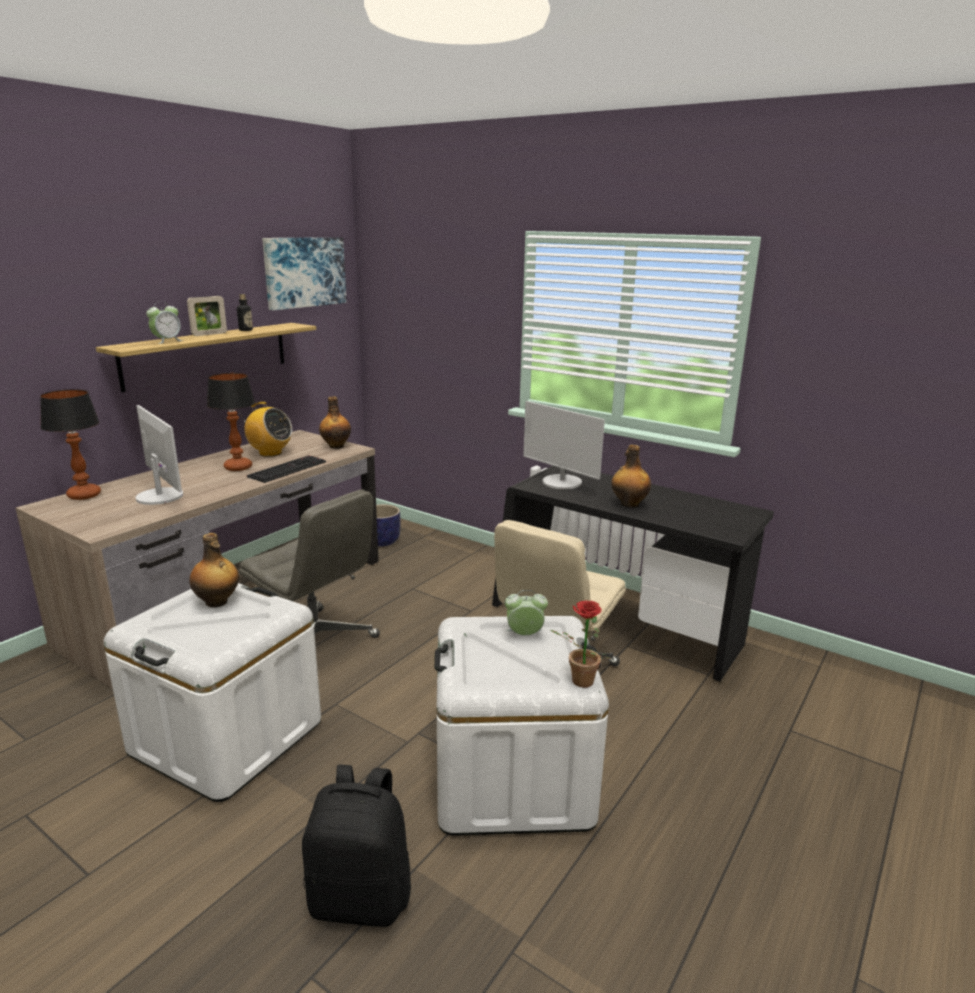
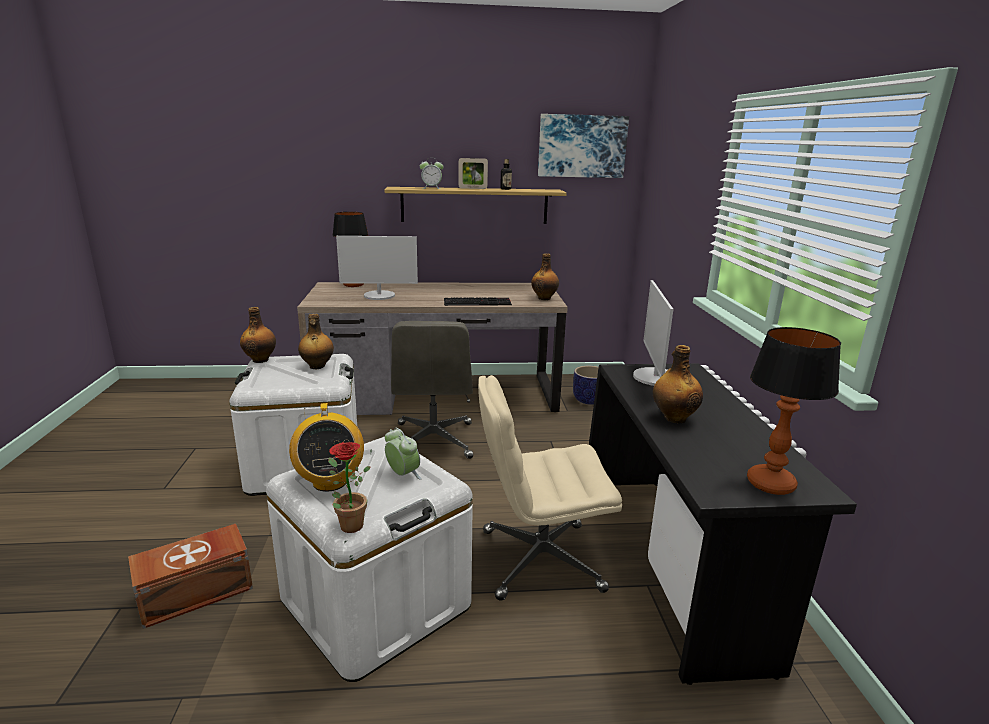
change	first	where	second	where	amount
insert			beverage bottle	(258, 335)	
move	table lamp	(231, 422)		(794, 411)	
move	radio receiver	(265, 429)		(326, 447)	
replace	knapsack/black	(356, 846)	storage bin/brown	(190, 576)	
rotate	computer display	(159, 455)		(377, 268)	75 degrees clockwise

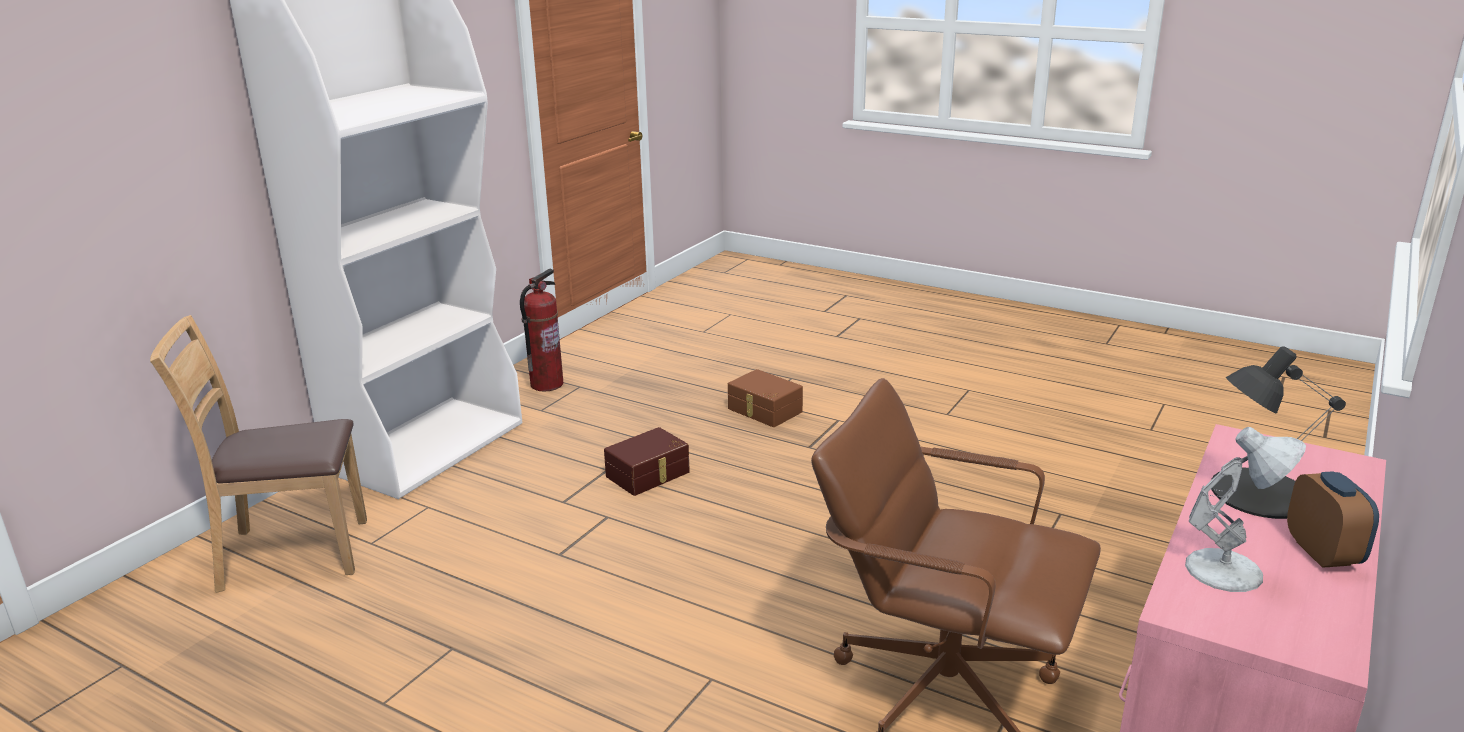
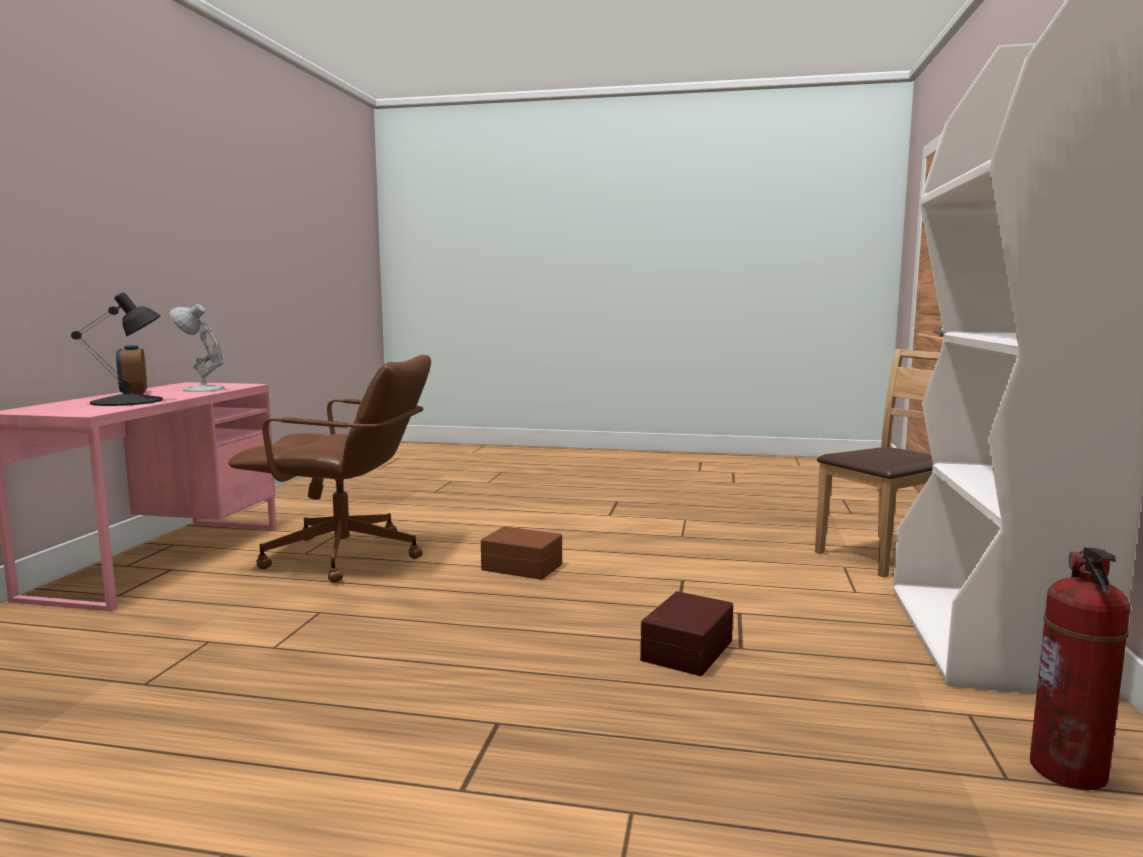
change	first	where	second	where	amount
move	storage bin/brown	(765, 398)		(521, 553)	

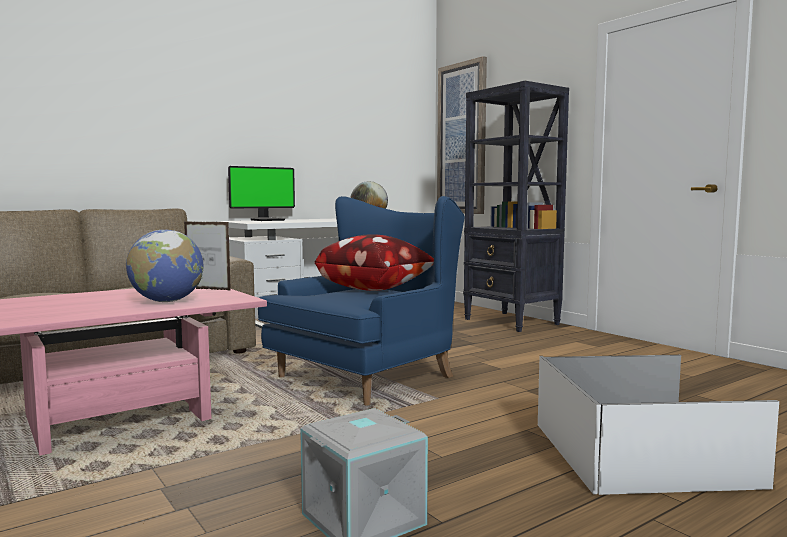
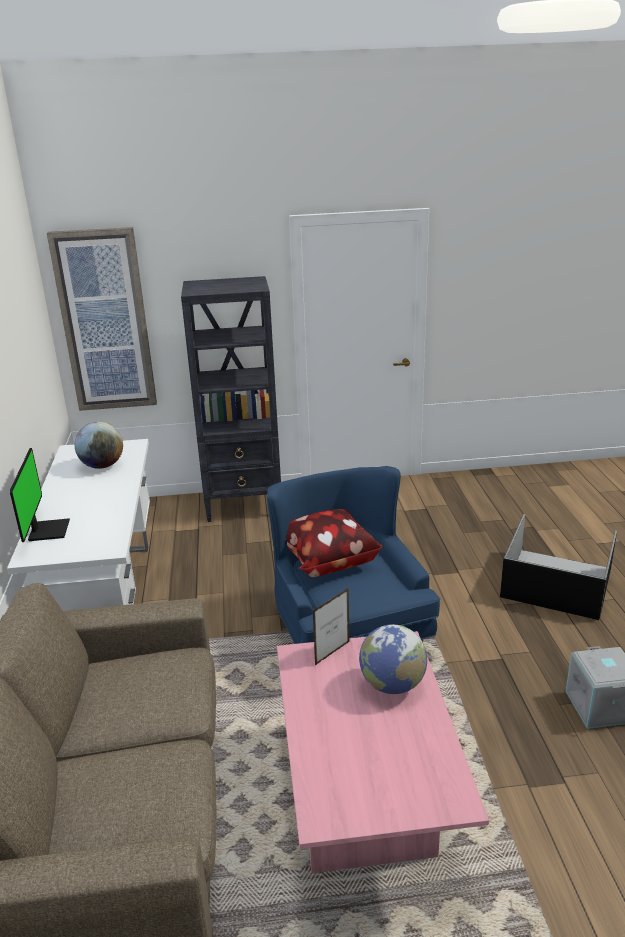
change	first	where	second	where	amount
recolor	storage bin/whitish	(658, 425)	storage bin/black	(558, 567)	

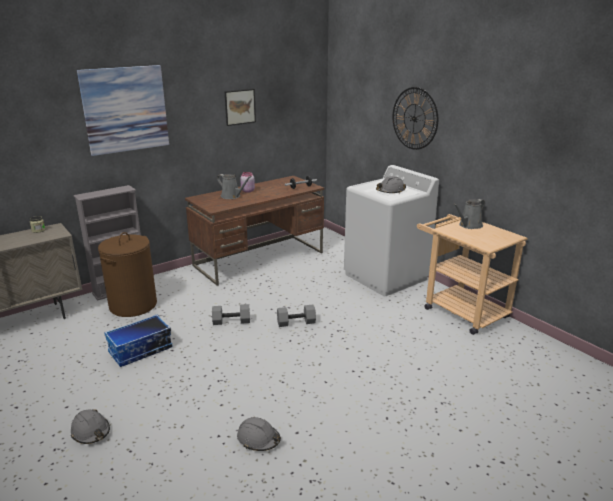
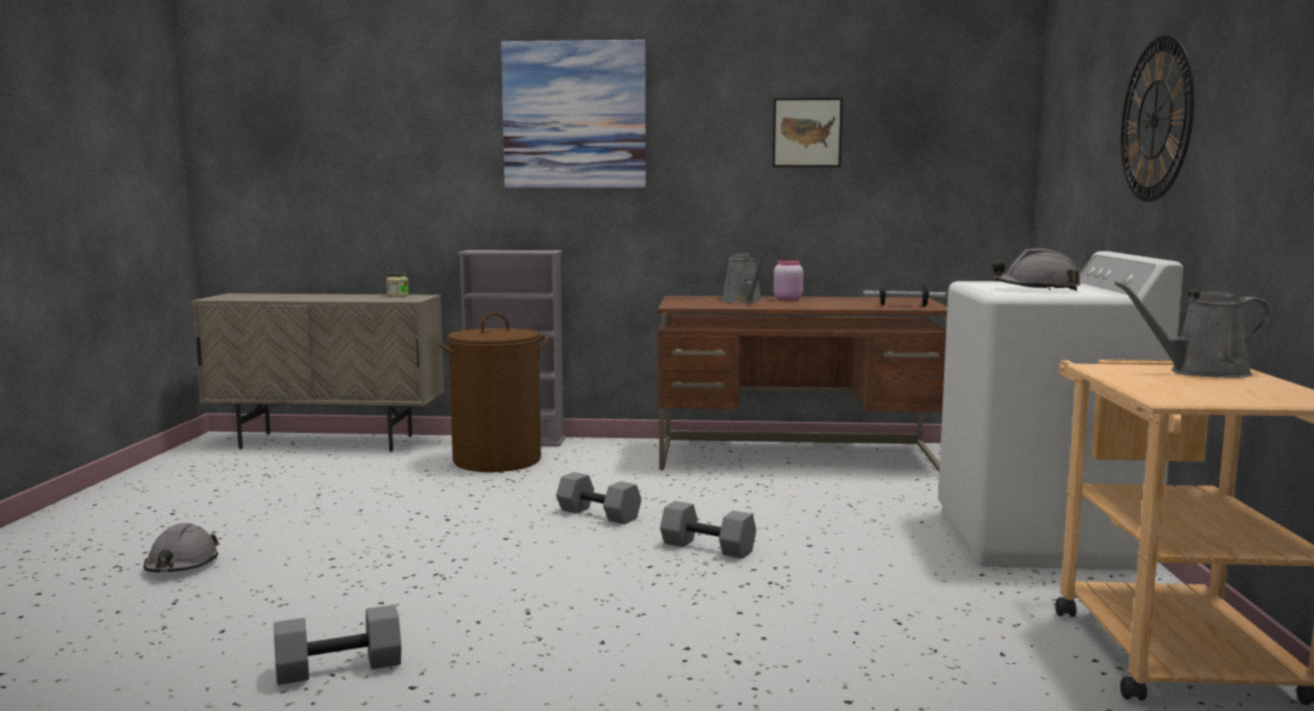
change	first	where	second	where	amount
delete	storage bin	(138, 341)			
replace	safety helmet/grey	(259, 434)	free weight/grey	(337, 645)	

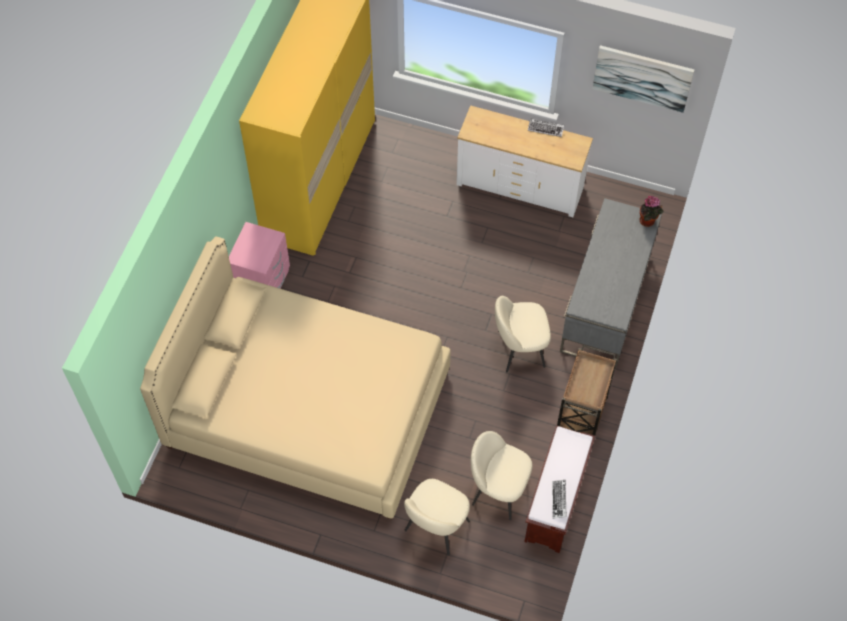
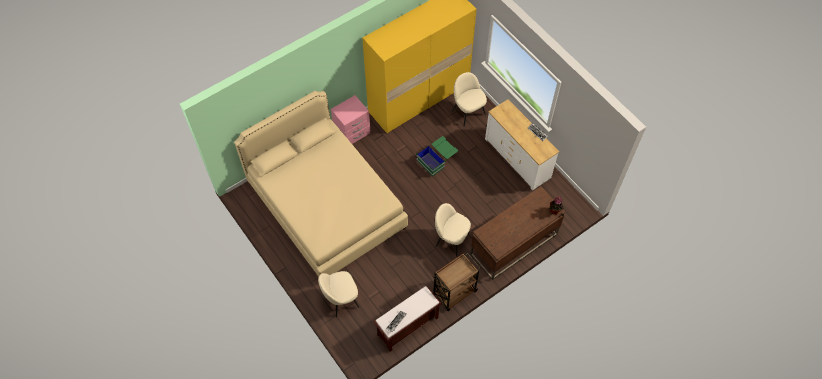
change	first	where	second	where	amount
delete	wall picture	(644, 79)			
insert			storage bin/greenish	(437, 156)	
move	upright chair/beige-coloured	(501, 475)		(469, 99)	
recolor	desk unit/grey	(611, 283)	desk unit/brown	(517, 233)	

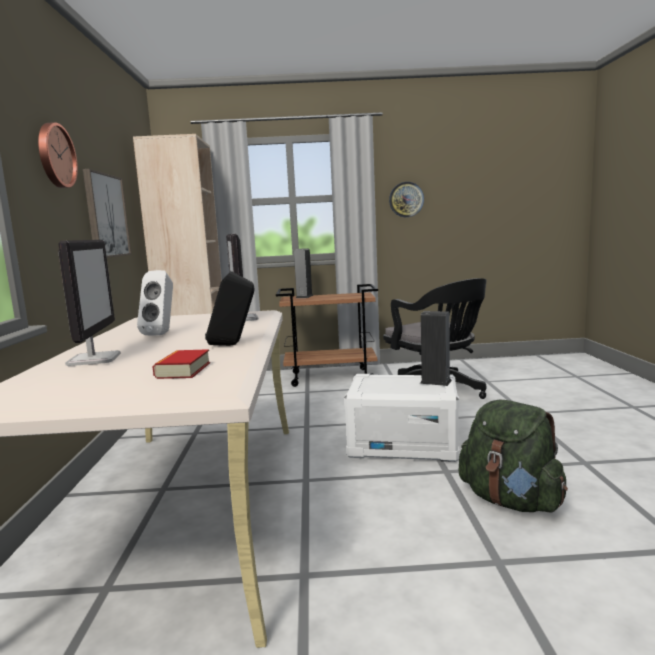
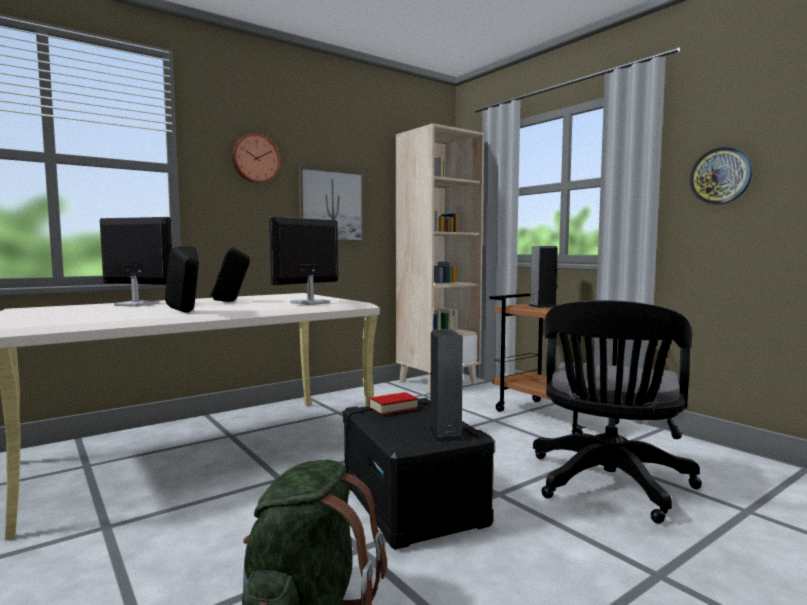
change	first	where	second	where	amount
move	book	(181, 364)		(393, 403)	
recolor	loudspeaker/whitish	(155, 303)	loudspeaker/black	(230, 274)	
recolor	storage bin/whitish	(401, 418)	storage bin/black	(419, 474)	
rotate	computer display	(89, 303)		(136, 262)	120 degrees counterclockwise

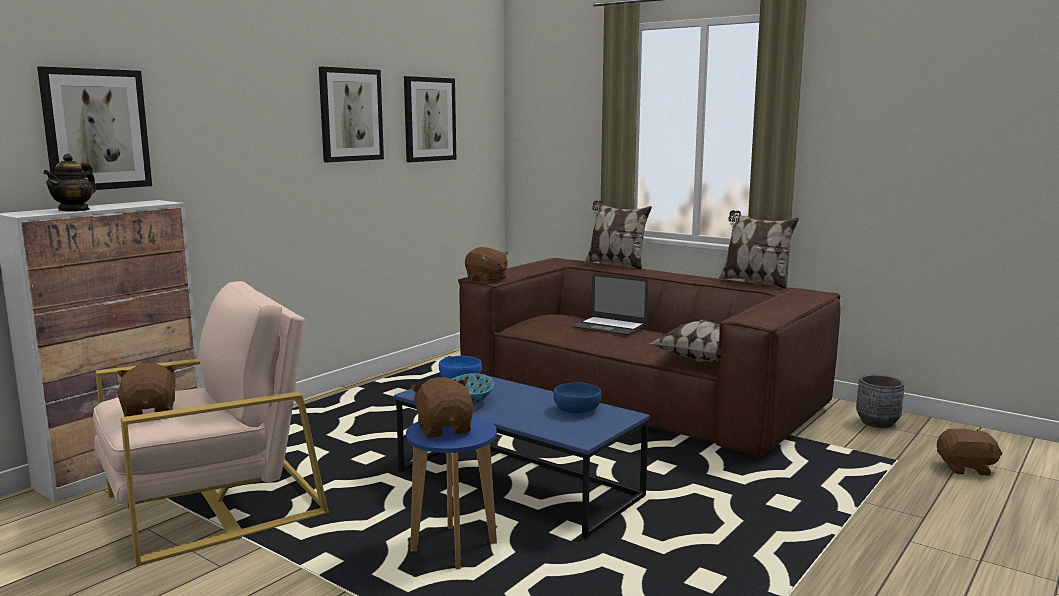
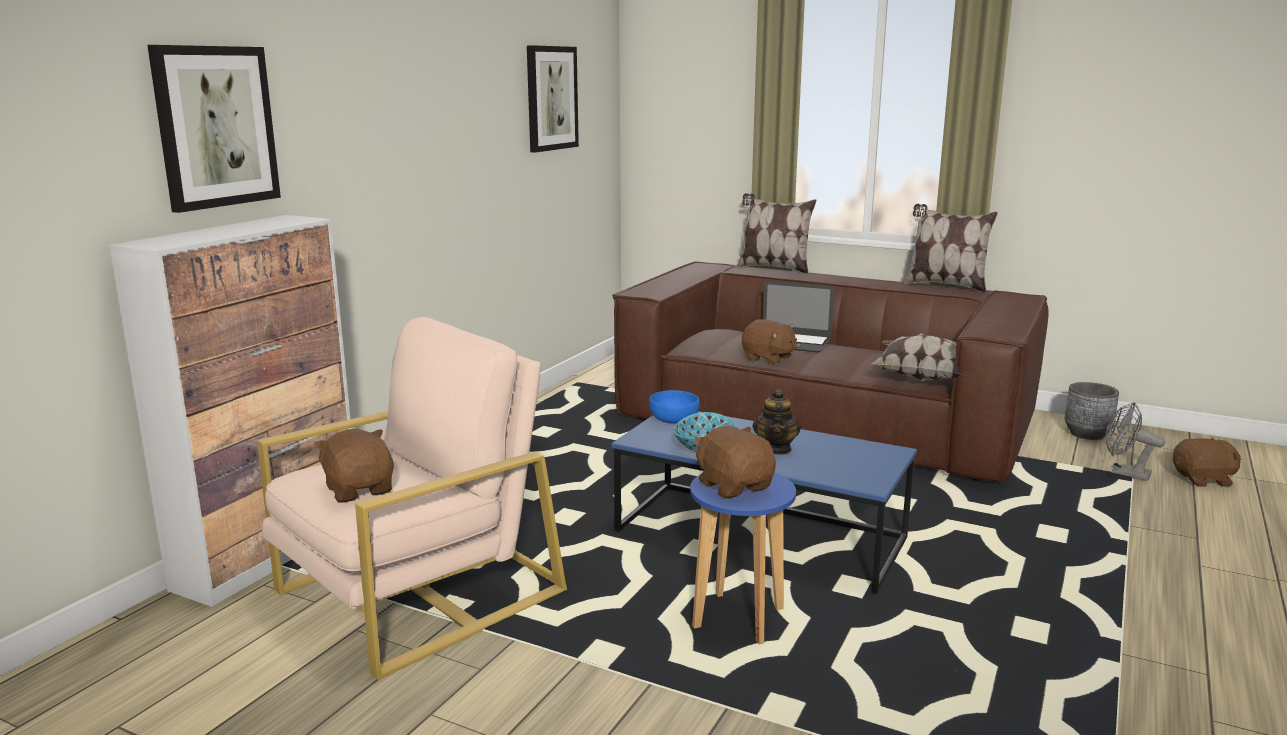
change	first	where	second	where	amount
delete	wall picture	(351, 114)			
delete	deep dish/blue	(577, 397)			
insert			cooling fan/grey	(1135, 441)	
move	teapot	(69, 182)		(776, 422)	
move	soft toy/brown	(486, 265)		(770, 342)	

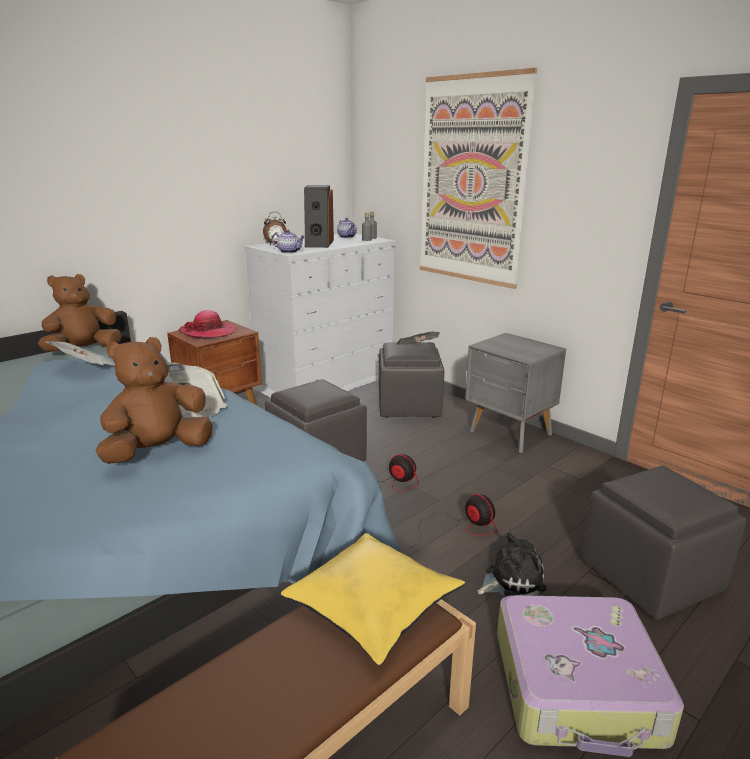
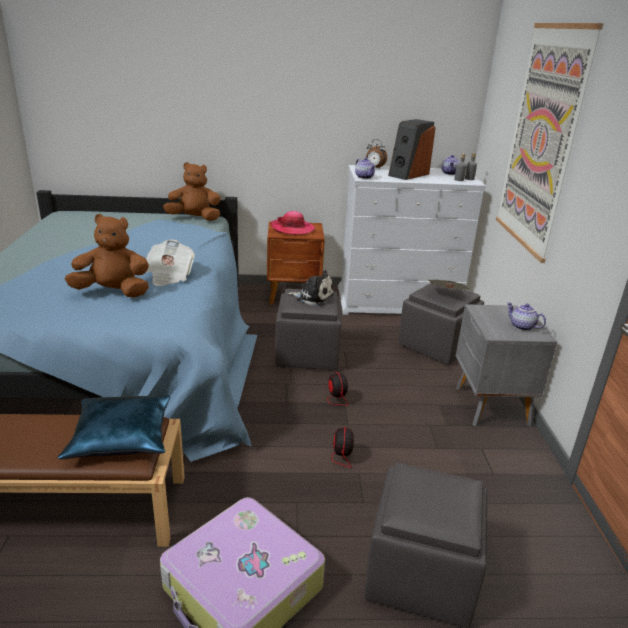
change	first	where	second	where	amount
delete	newspaper	(80, 353)			
insert			teapot	(526, 316)	
move	soft toy	(512, 565)		(311, 288)	
recolor	pillow/yellowish	(373, 599)	pillow/blue	(114, 427)	

